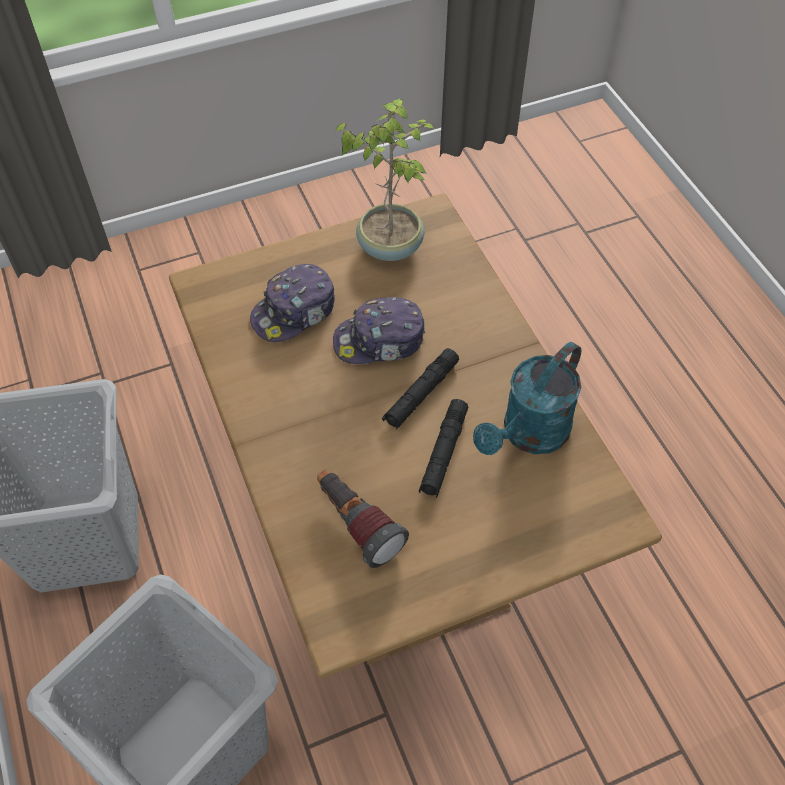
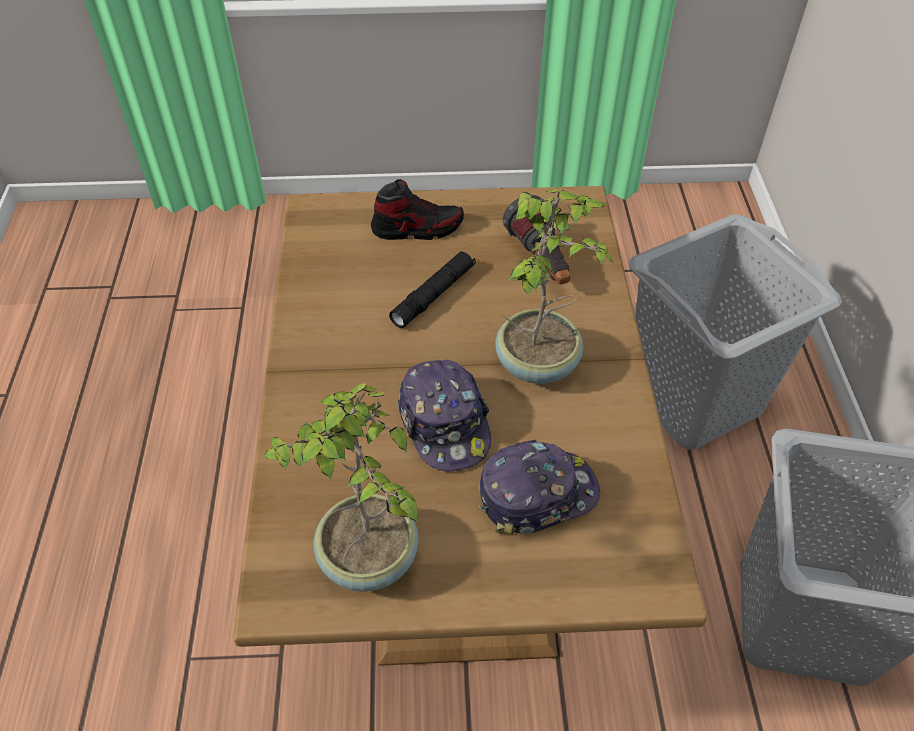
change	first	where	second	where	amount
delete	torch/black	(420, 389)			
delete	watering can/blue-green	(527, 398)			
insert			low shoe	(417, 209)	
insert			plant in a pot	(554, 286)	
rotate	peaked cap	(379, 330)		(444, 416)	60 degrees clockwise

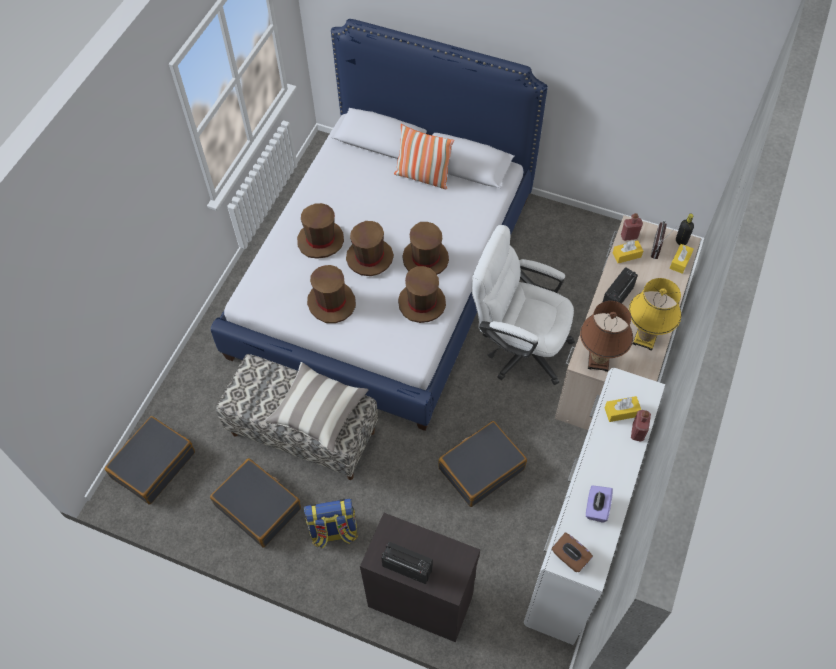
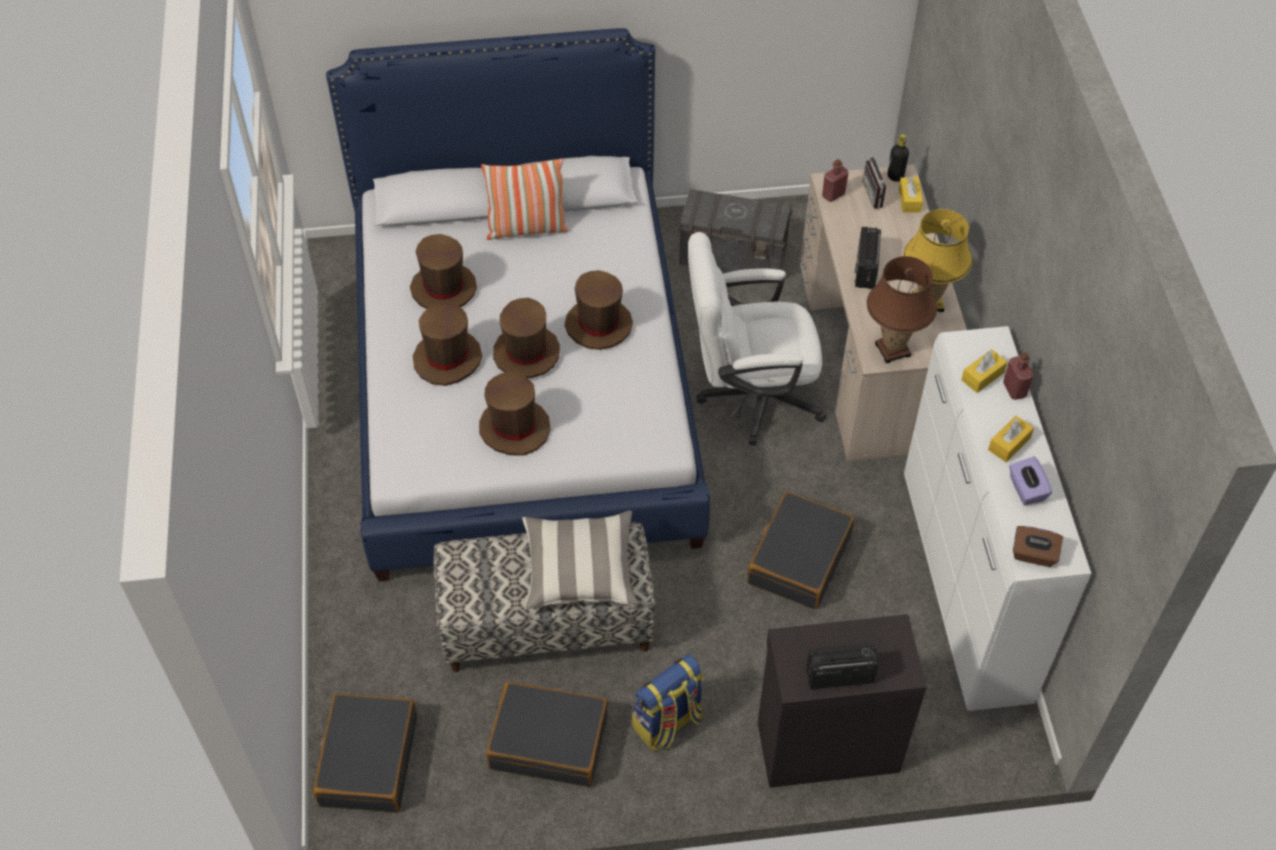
change	first	where	second	where	amount
insert			storage bin/grey	(735, 230)	
move	clothing hat/brown	(422, 294)		(443, 271)	
move	box of tissues/yellowish	(628, 251)		(1011, 439)	

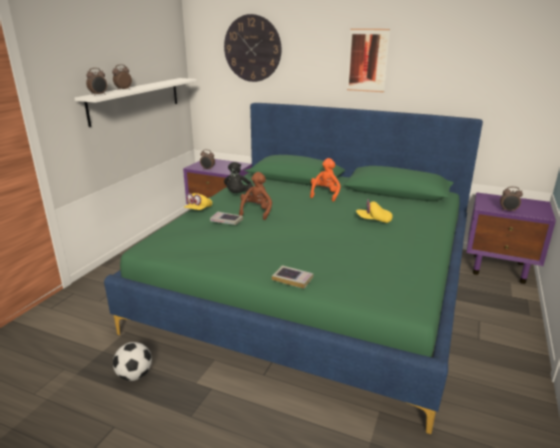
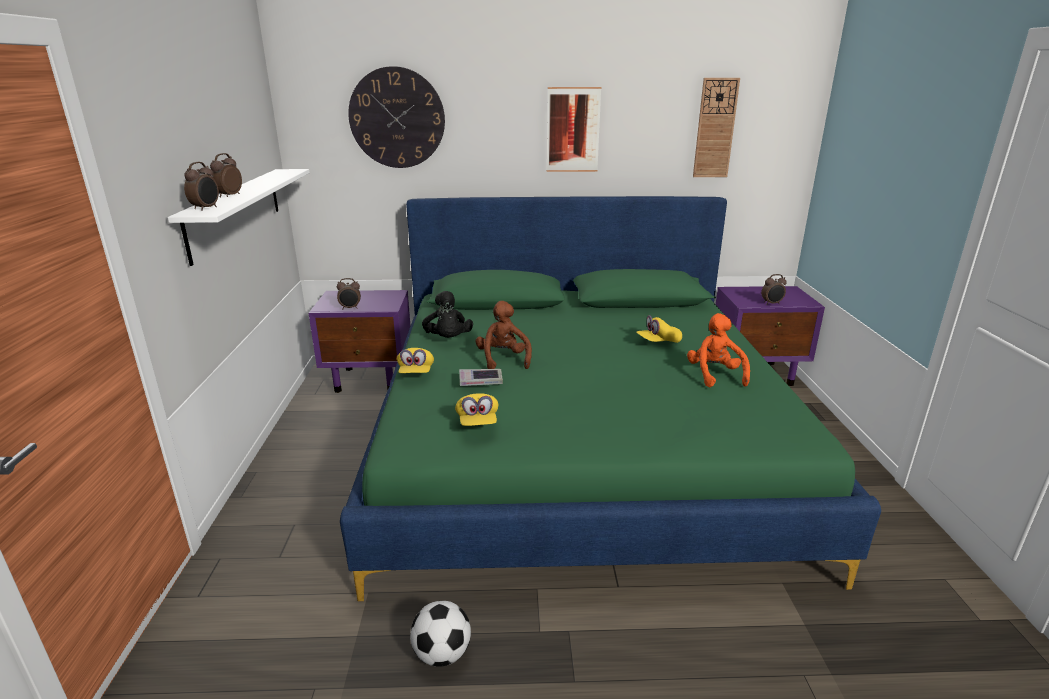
change	first	where	second	where	amount
delete	book	(293, 277)			
insert			peaked cap/yellowish	(476, 409)	
insert			wall clock	(716, 127)	
move	soft toy/orangey	(325, 180)		(718, 350)	

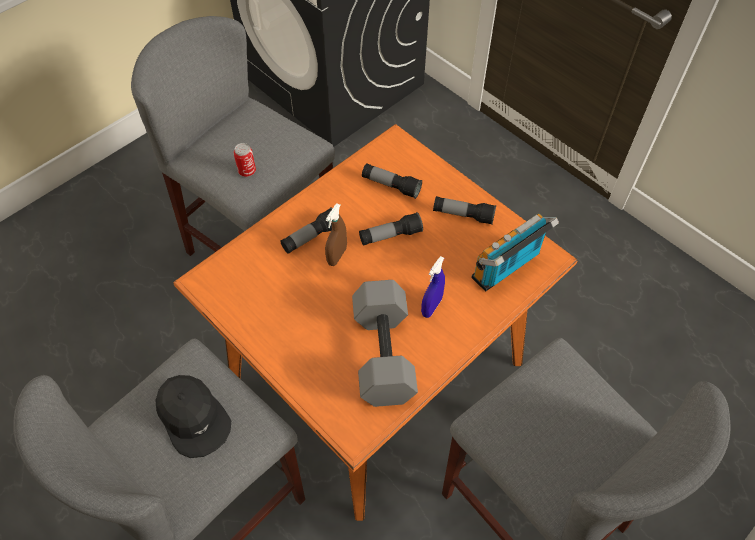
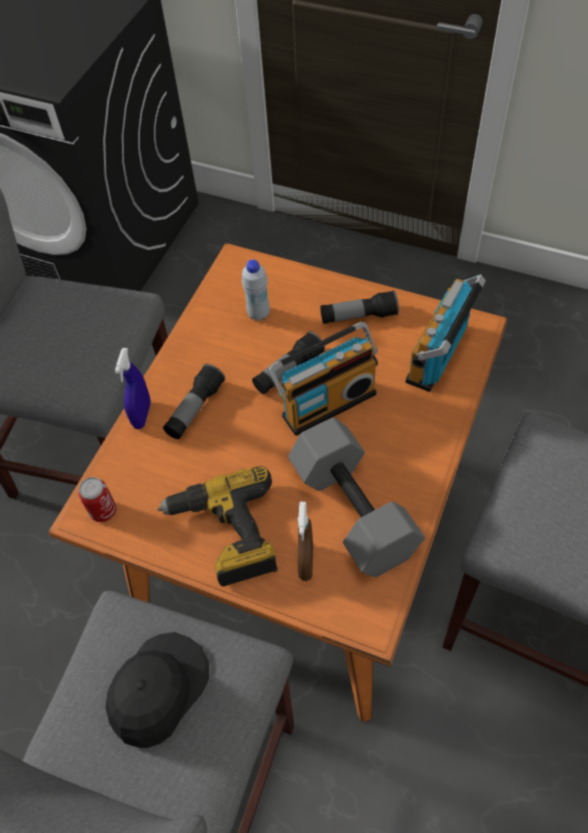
change	first	where	second	where	amount
insert			electric drill	(217, 526)	
insert			radio receiver	(323, 379)	
move	sealed can	(245, 160)		(97, 499)	
move	spray bottle/brown	(336, 234)		(305, 541)	
move	spray bottle/blue	(433, 287)		(133, 388)	
replace	torch	(392, 181)	beverage bottle/whitish	(256, 290)	
rotate	peaked cap/black	(193, 416)		(157, 690)	90 degrees counterclockwise

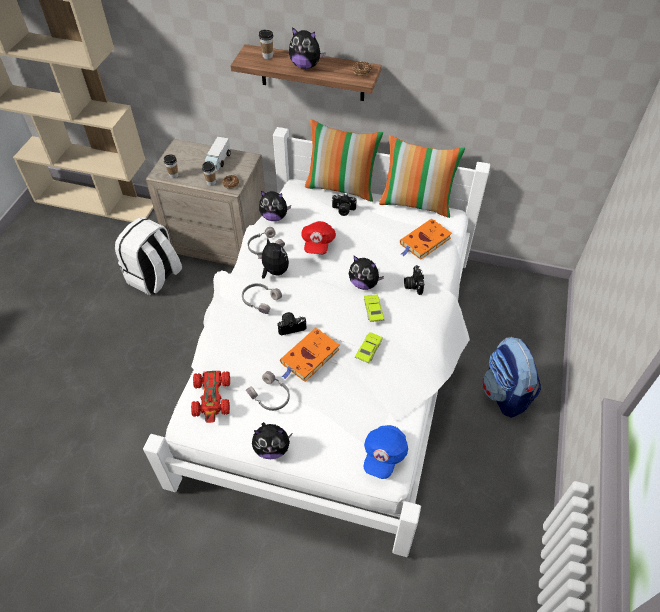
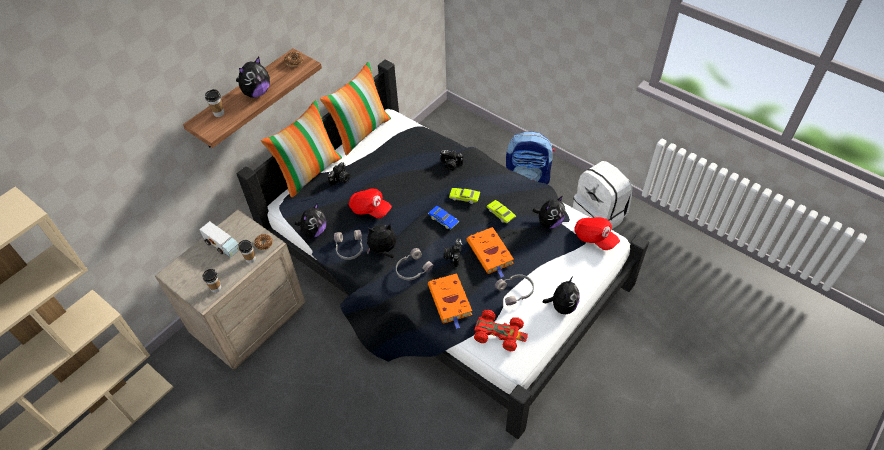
change	first	where	second	where	amount
insert			miniature car/blue	(443, 217)	
move	knapsack/whitish	(148, 256)		(602, 195)	
move	soft toy	(366, 273)		(549, 212)	
move	book/orangey	(426, 239)		(450, 301)	
recolor	bedroom bed/whitish	(316, 342)	bedroom bed/black	(443, 249)	
recolor	peaked cap/blue	(386, 452)	peaked cap/reddish	(597, 233)	

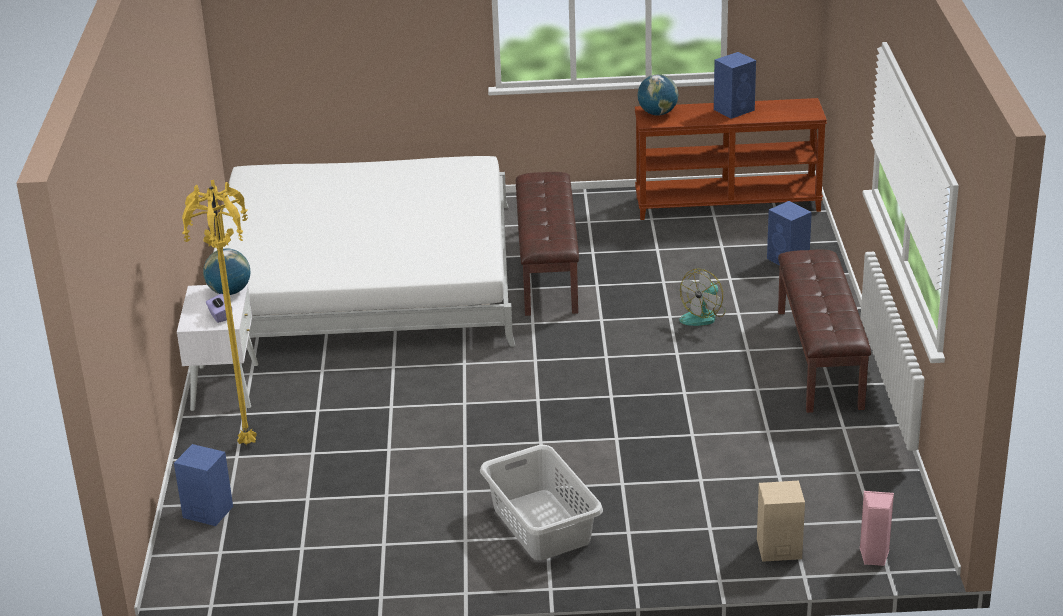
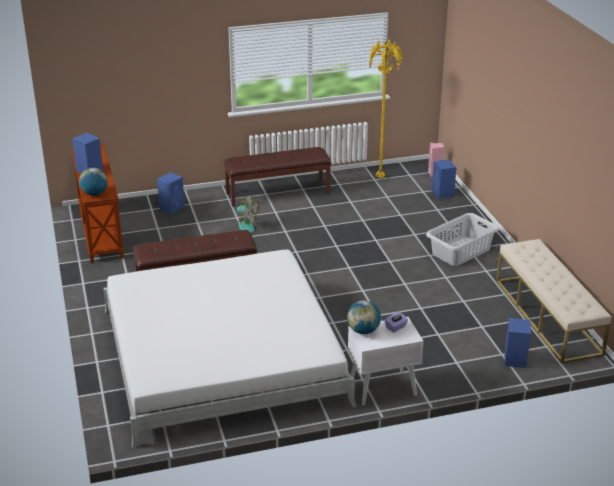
change	first	where	second	where	amount
insert			bench/beige-coloured	(553, 301)	
move	standing lamp/yellowish	(219, 312)		(386, 108)	
recolor	loudspeaker/beige-coloured	(781, 521)	loudspeaker/blue	(444, 179)	

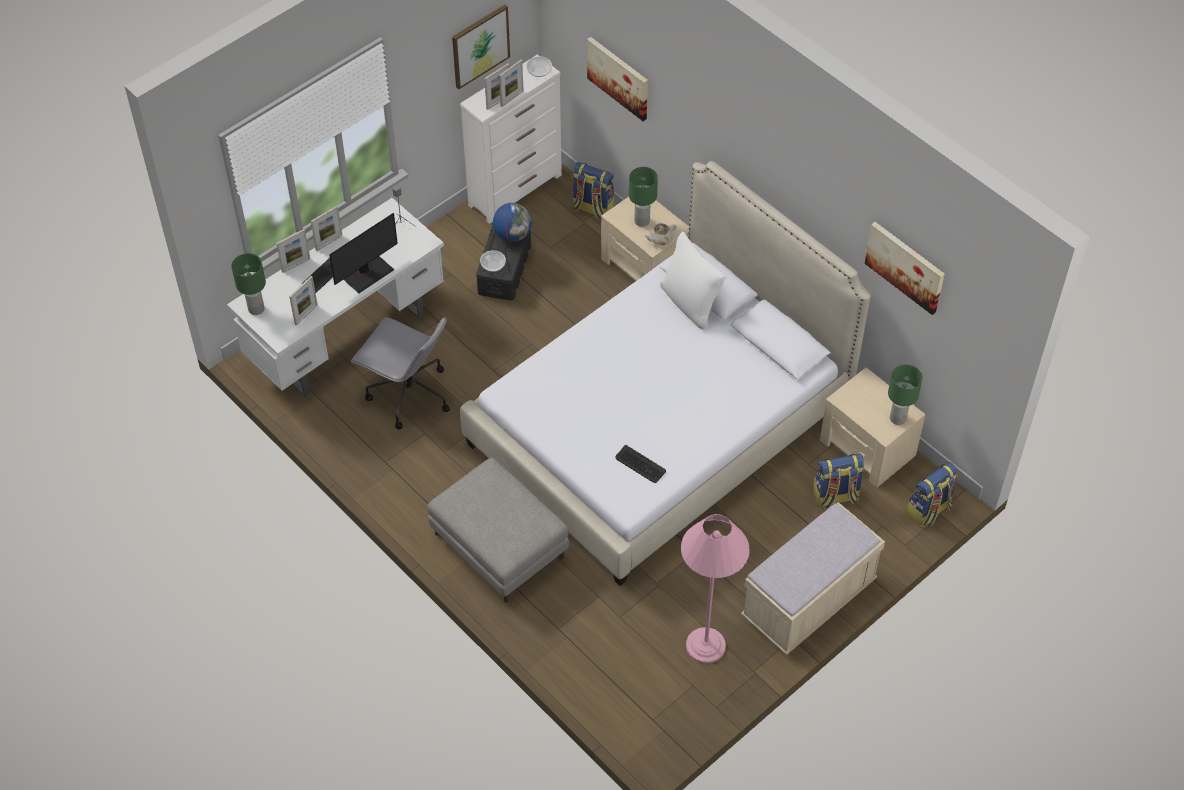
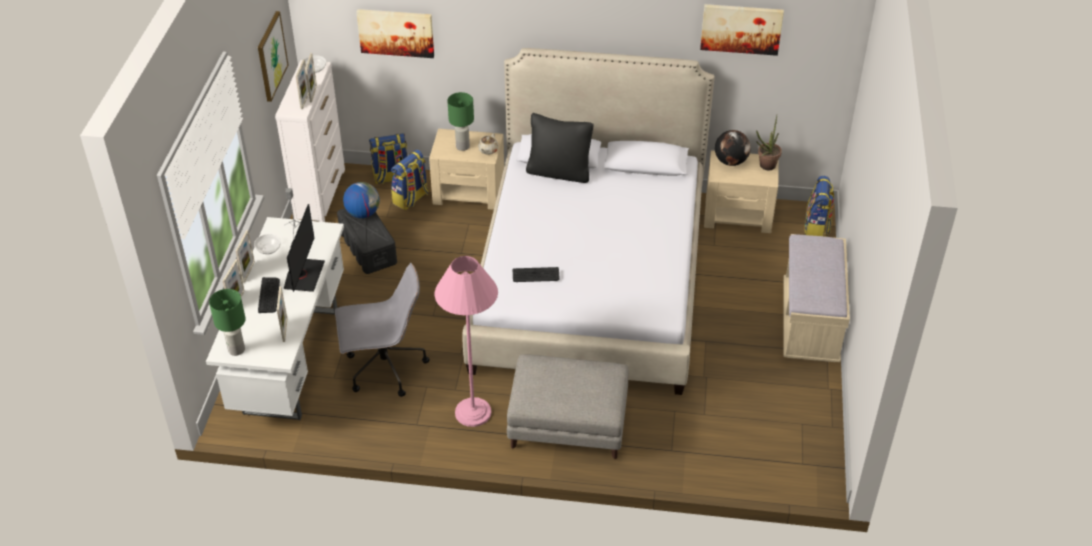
change	first	where	second	where	amount
insert			world globe	(733, 148)	
move	deep dish	(493, 261)		(267, 244)	
move	computer keyboard	(640, 464)		(536, 274)	
move	standing lamp/pink	(715, 588)		(466, 341)	
move	knapsack	(838, 481)		(410, 180)	
replace	table lamp/greenish	(905, 394)	plant in a pot	(769, 143)	
recolor	pillow/whitish	(693, 281)	pillow/black	(560, 148)	

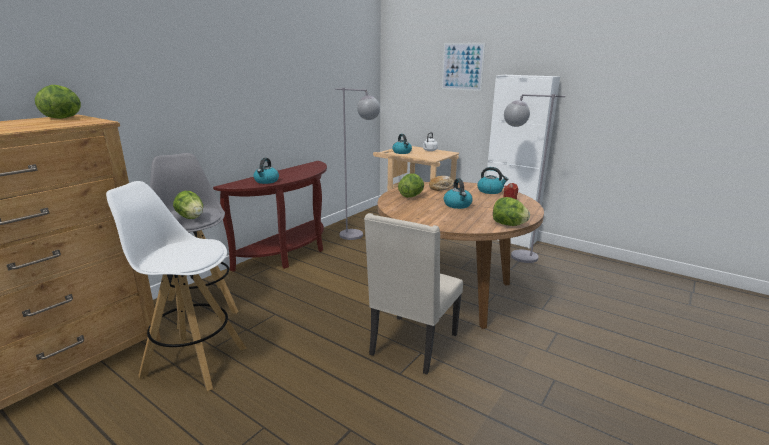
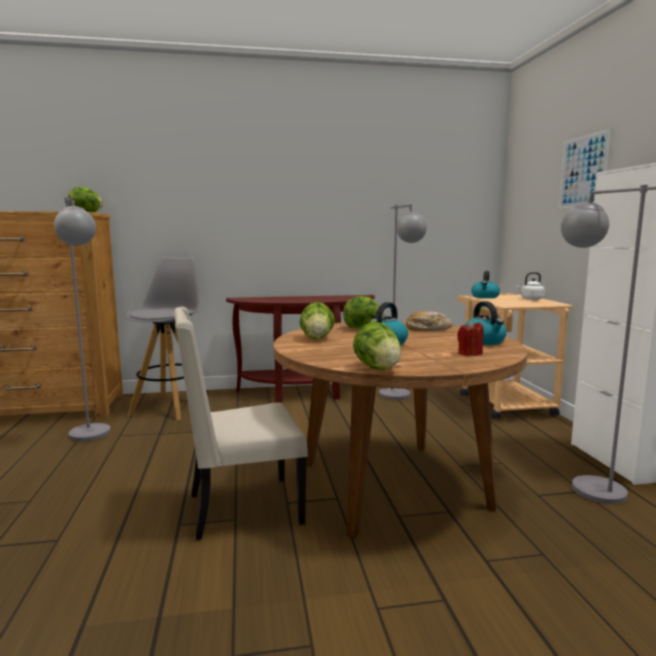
change	first	where	second	where	amount
delete	tea kettle	(266, 171)			
move	head of lettuce	(188, 205)		(317, 320)	
replace	stool/whitish	(176, 286)	standing lamp/grey	(82, 319)	

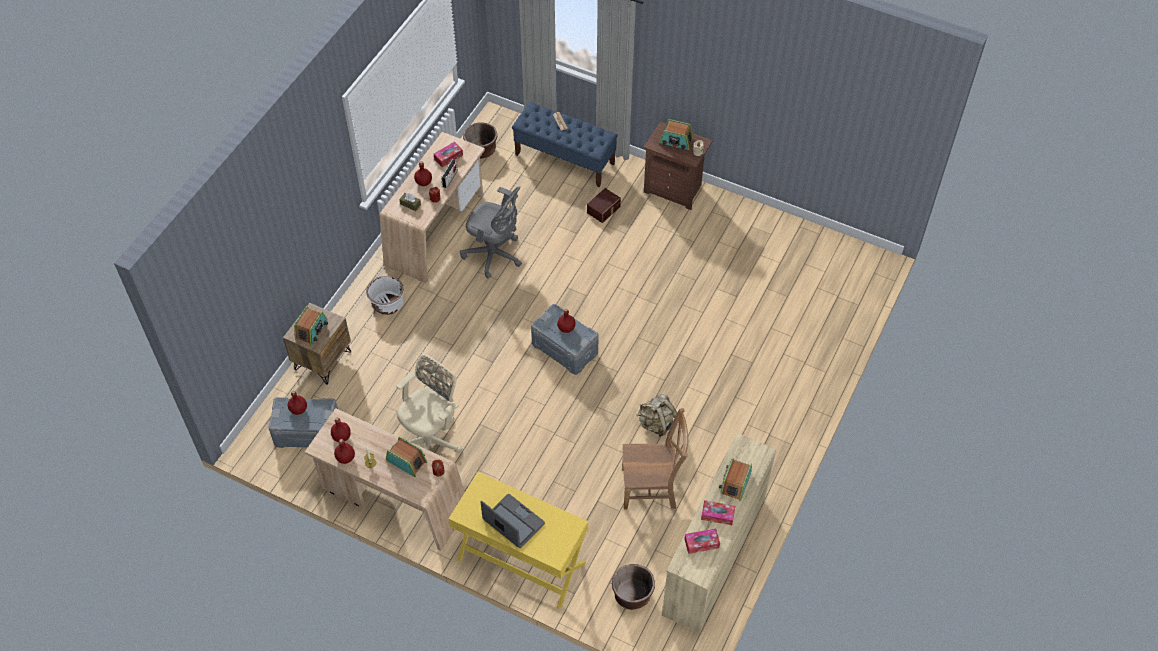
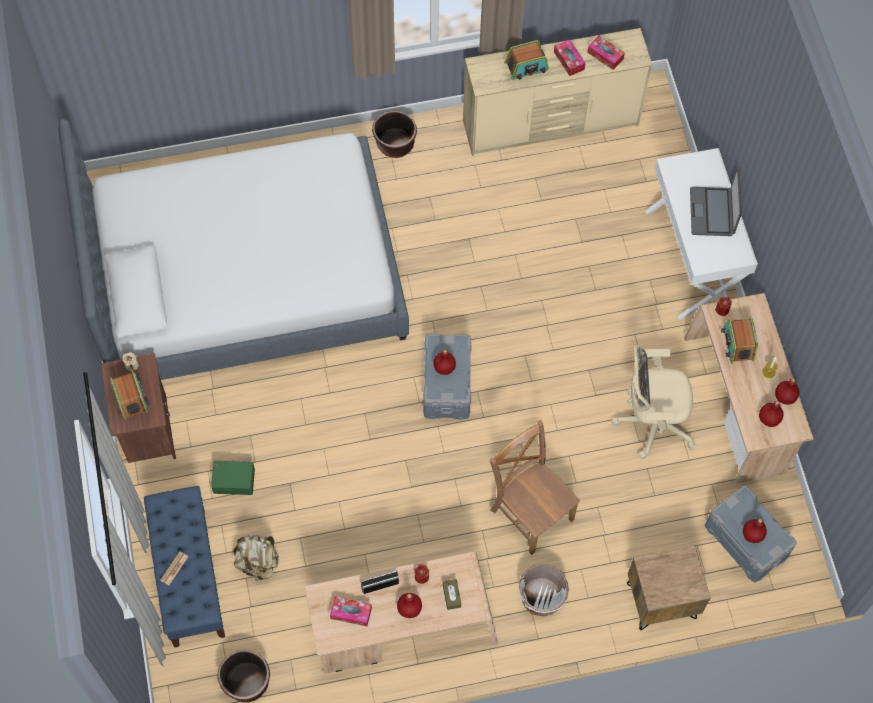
change	first	where	second	where	amount
delete	radio receiver	(311, 326)			
delete	office chair/grey	(491, 232)			
insert			bedroom bed	(233, 249)	
move	plant pot/brown	(633, 587)		(394, 134)	
move	upright chair/brown	(655, 459)		(534, 487)	
move	knapsack/beige-coloured	(657, 415)		(256, 558)	
recolor	hall table/yellowish	(518, 540)	hall table/whitish	(701, 234)	
recolor	storage bin/brown	(604, 205)	storage bin/greenish	(233, 478)	

